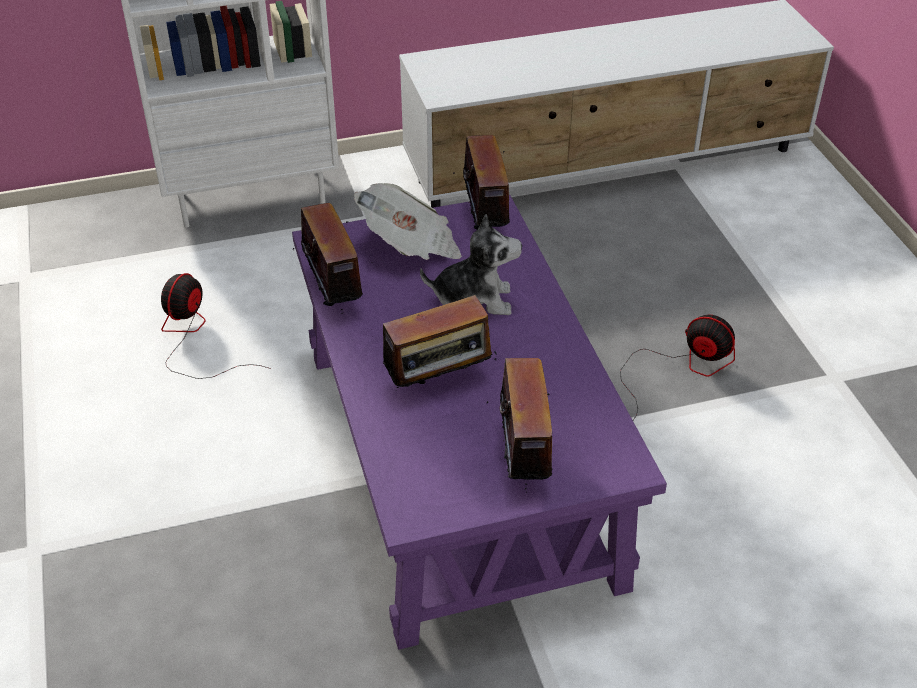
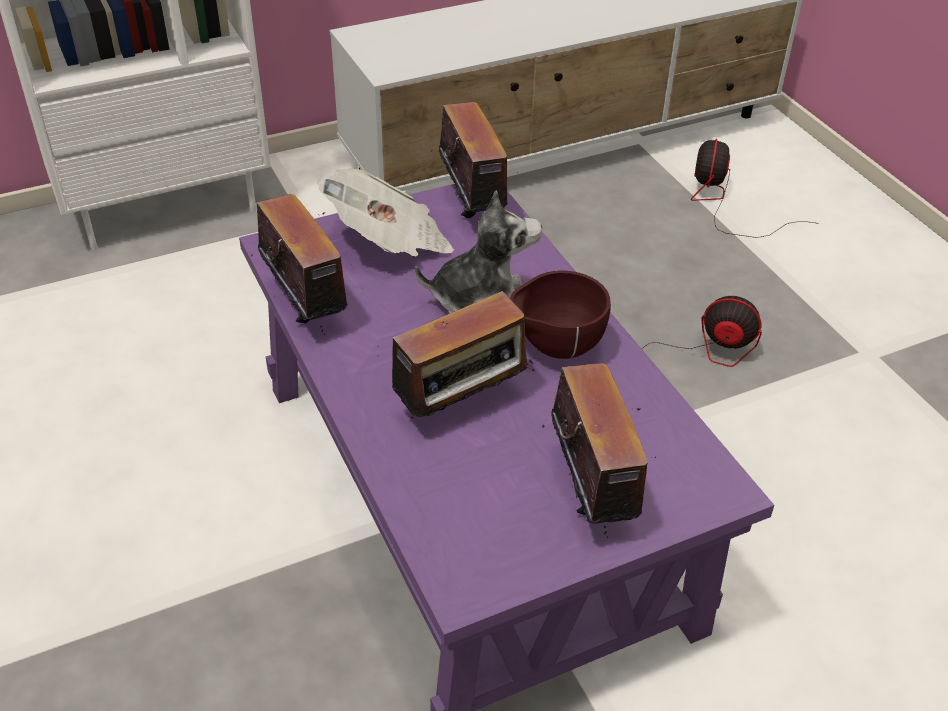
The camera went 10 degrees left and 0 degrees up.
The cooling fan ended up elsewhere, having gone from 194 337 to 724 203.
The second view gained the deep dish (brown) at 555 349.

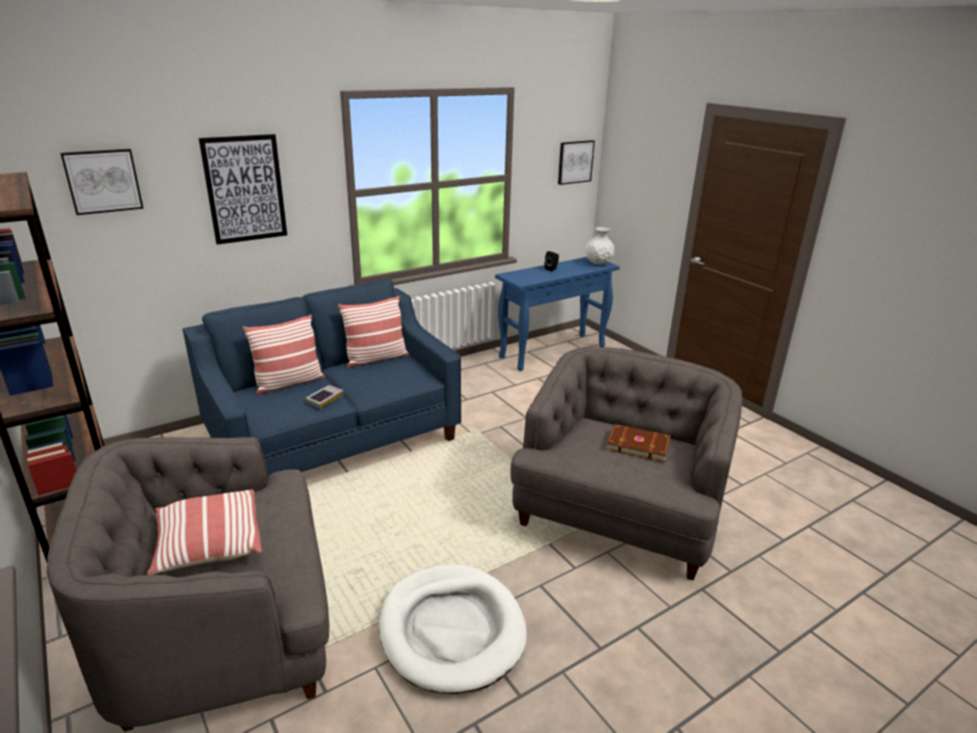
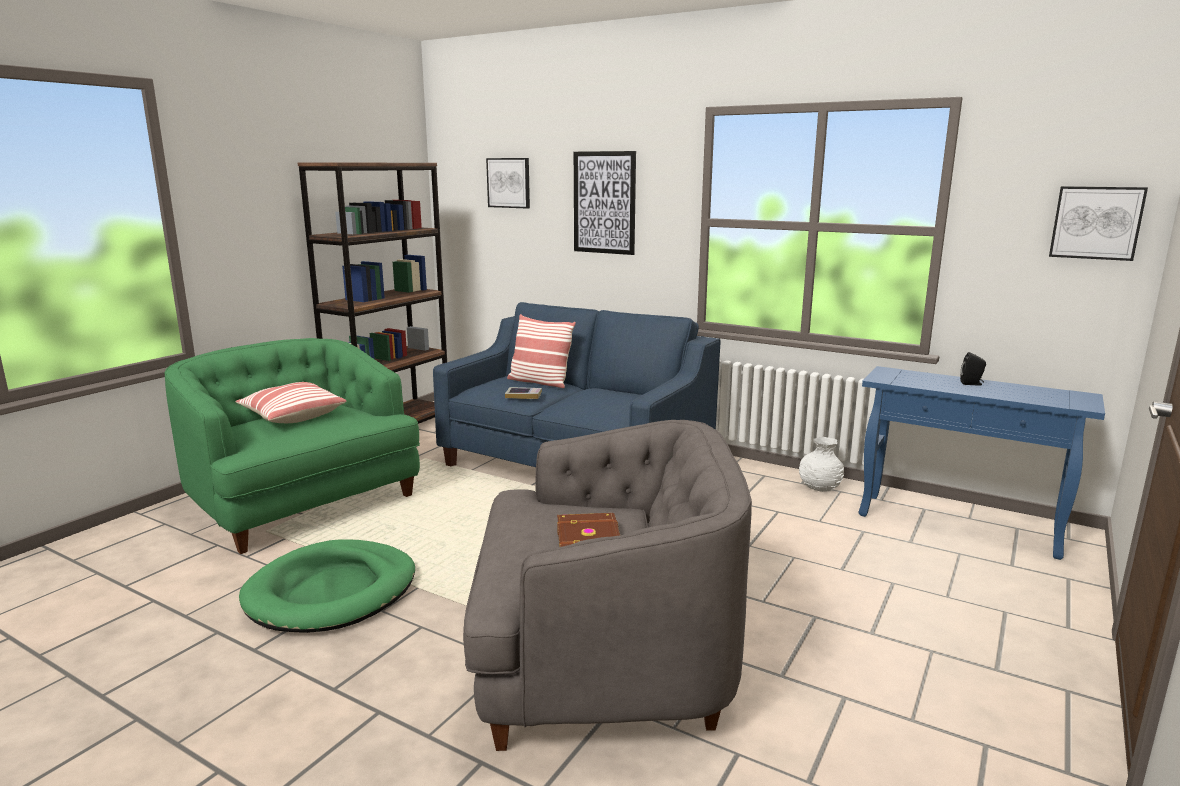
The camera went 65 degrees right and 10 degrees down.
What was the armchair (grey) at 224 631 turned into the armchair (green) at 302 502.
The second view lost the cushion at 376 358.
What was the dog cushion (white-coloured) at 451 630 turned into the dog cushion (green) at 332 592.
The vase (white-coloured) ended up elsewhere, having gone from 598 263 to 819 488.

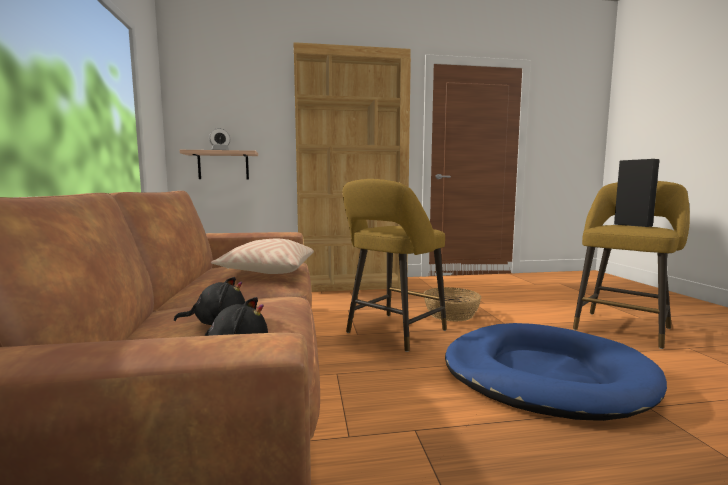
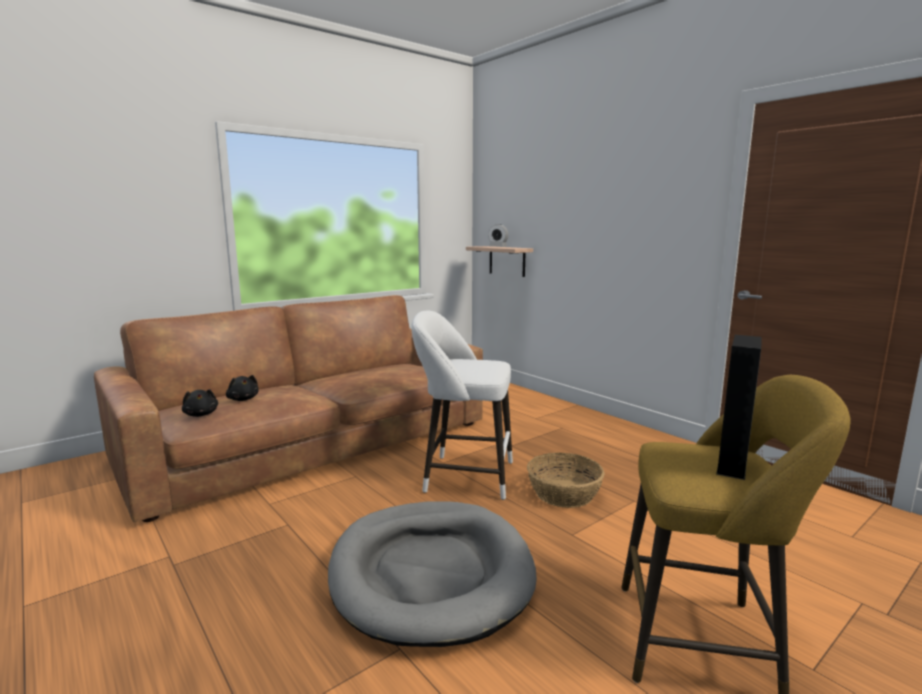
The camera went 60 degrees right and 5 degrees up.
The second view lost the cushion (beige) at 267 272.
The second view lost the shelving unit (brown) at 351 284.
What was the sitting stool (yellow-coloured) at 393 333 turned into the sitting stool (white-coloured) at 463 476.
What was the dog cushion (blue) at 544 375 turned into the dog cushion (grey) at 431 573.

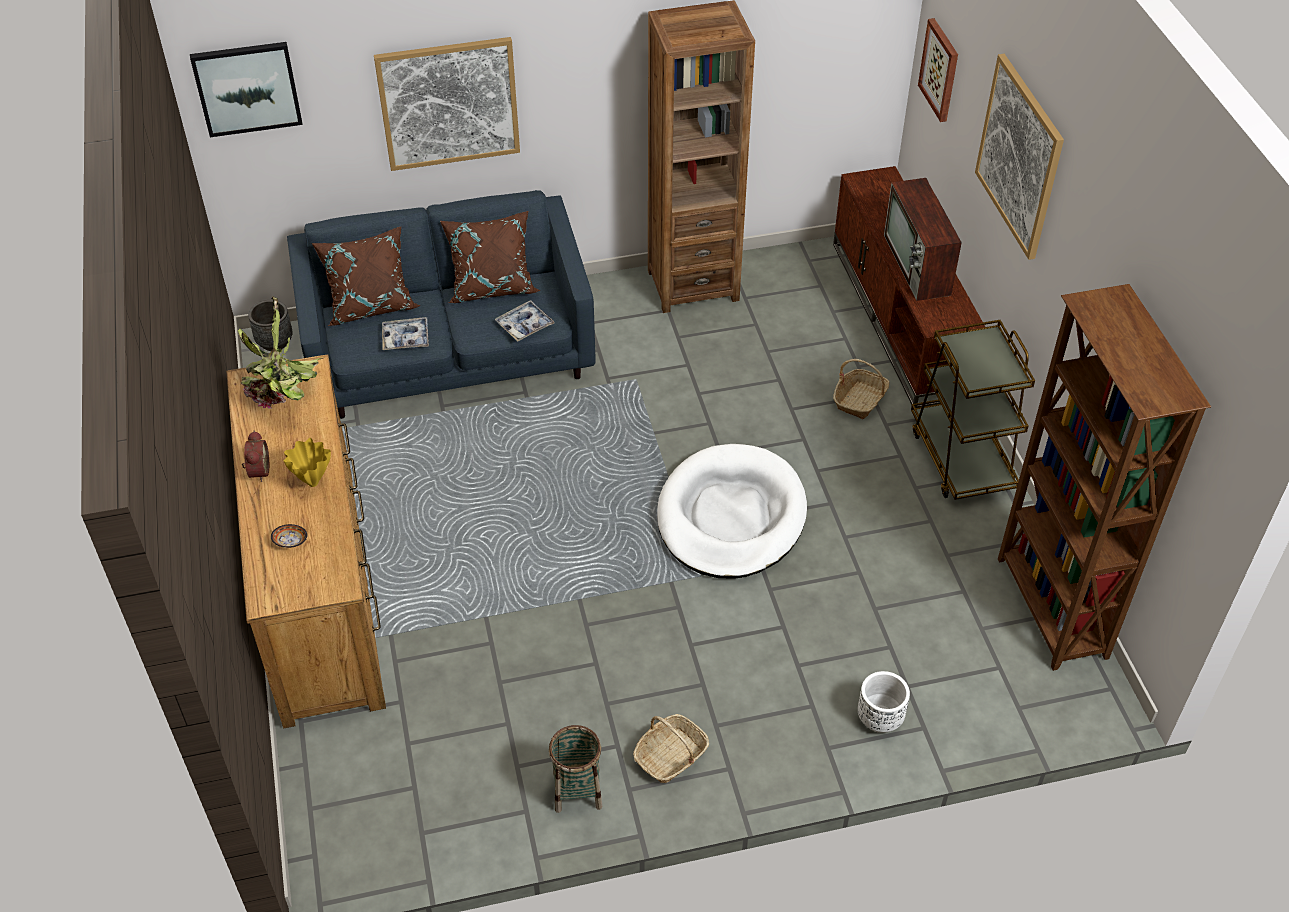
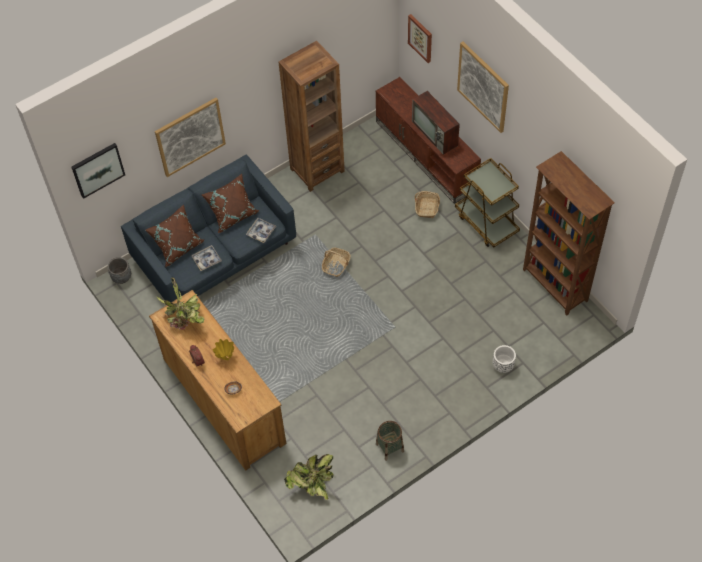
The camera went 20 degrees left and 10 degrees up.
The storage basket ended up elsewhere, having gone from 671 756 to 336 265.
The second view lost the dog cushion (white-coloured) at 731 517.
The second view gained the houseplant at 312 484.

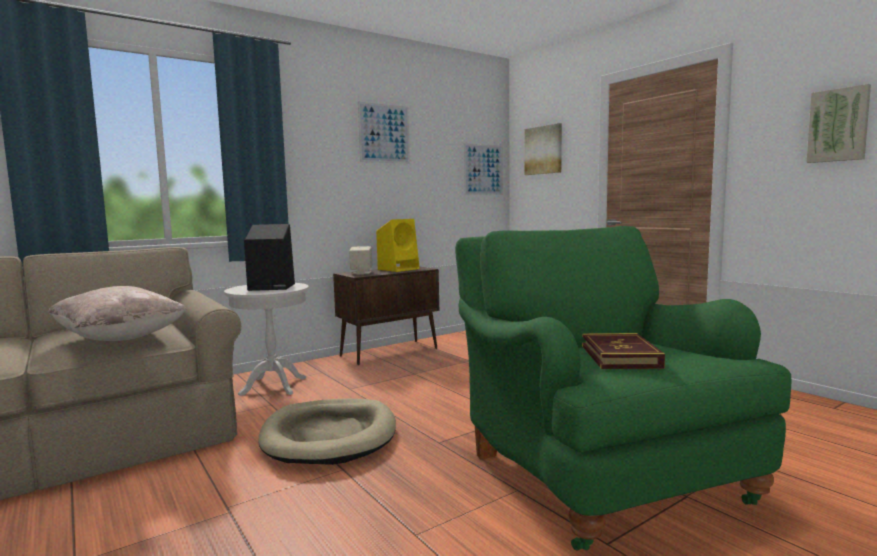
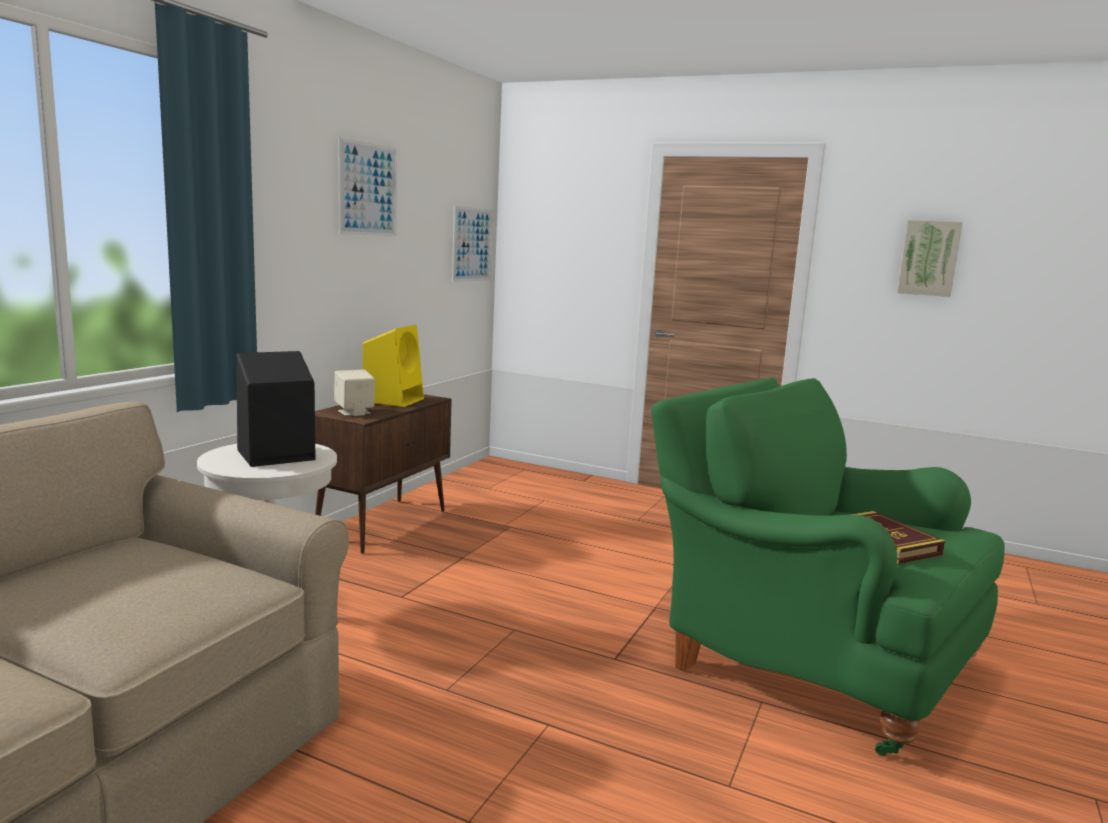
The camera went 30 degrees left and 5 degrees up.
The second view lost the cushion (beige) at 120 338.
The second view lost the dog cushion (beige) at 330 436.
The second view lost the picture at 544 150.

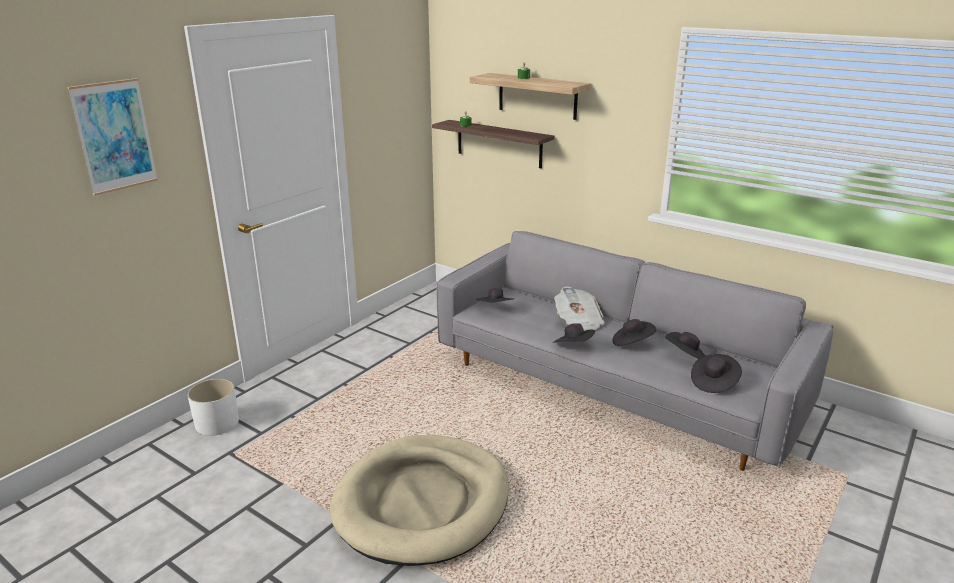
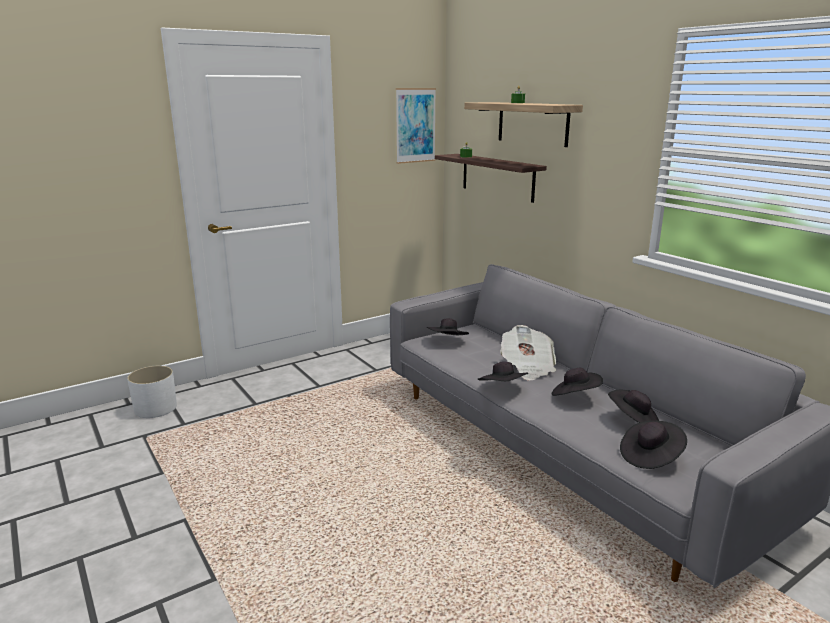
The camera went 20 degrees right and 5 degrees down.
The picture ended up elsewhere, having gone from 115 136 to 415 125.
The second view lost the dog cushion (beige) at 422 503.

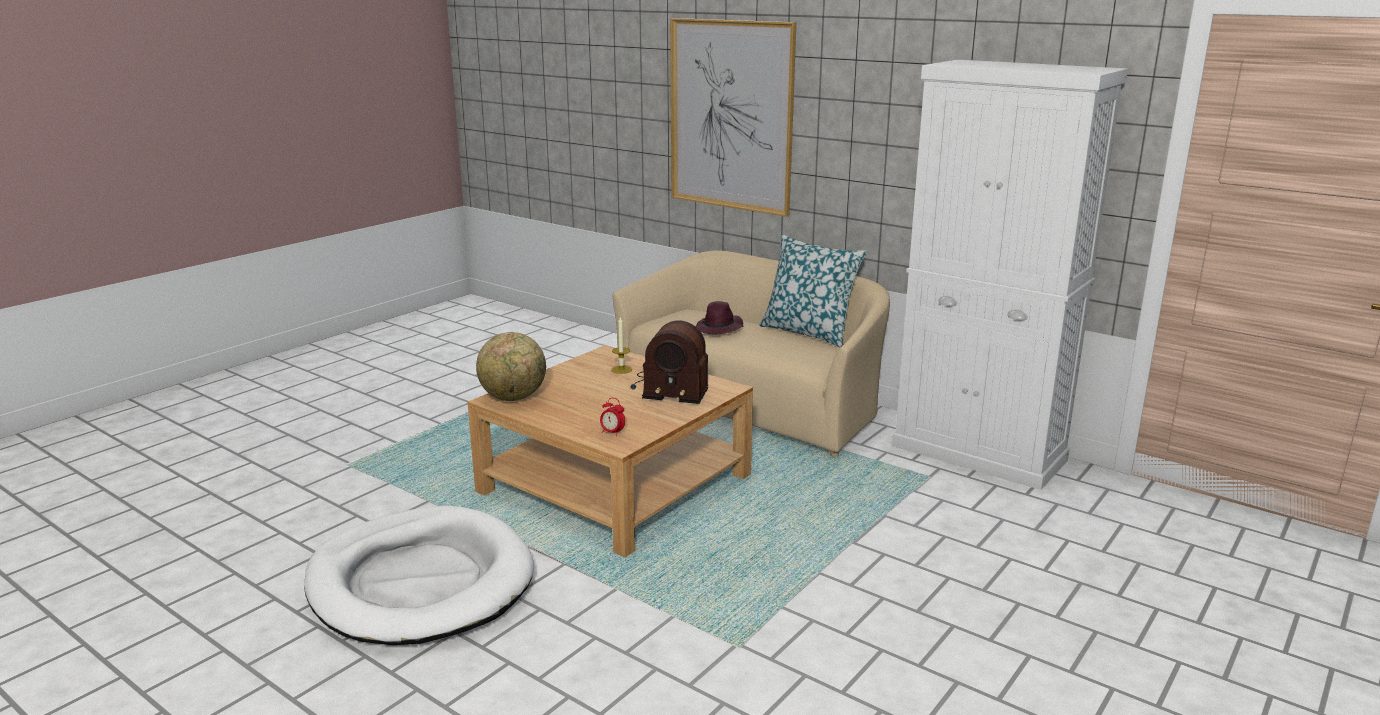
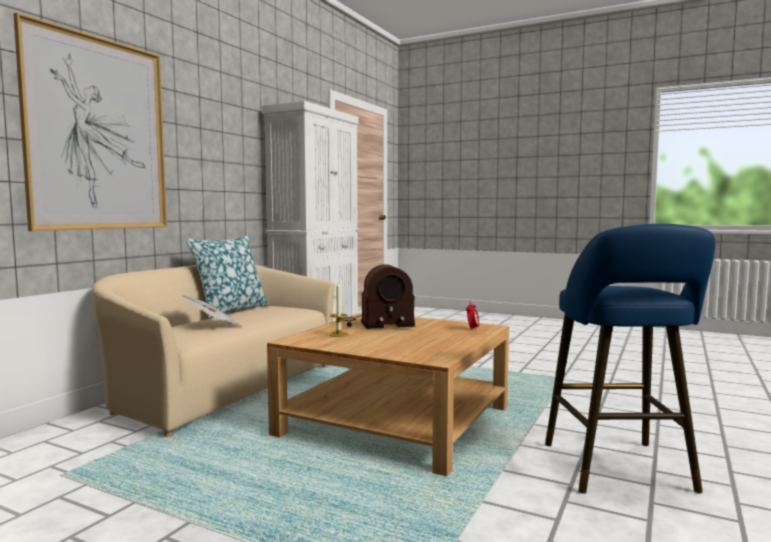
The camera went 100 degrees left and 15 degrees down.
Where the dog cushion (white-coloured) stood at 420 582, the sitting stool (blue) came to stand at 620 470.
The second view lost the desk globe at 514 398.
The radio set at 669 388 ended up facing another way, 75 degrees clockwise from before.
Where the wearable hat (purple-coloured) stood at 719 329, the printed paper came to stand at 212 325.

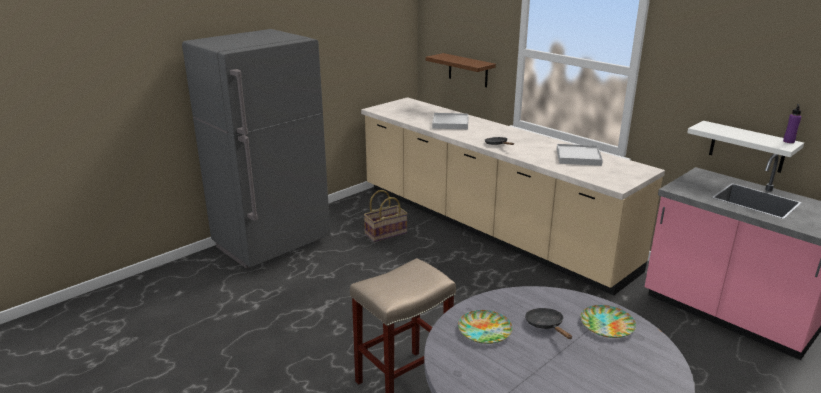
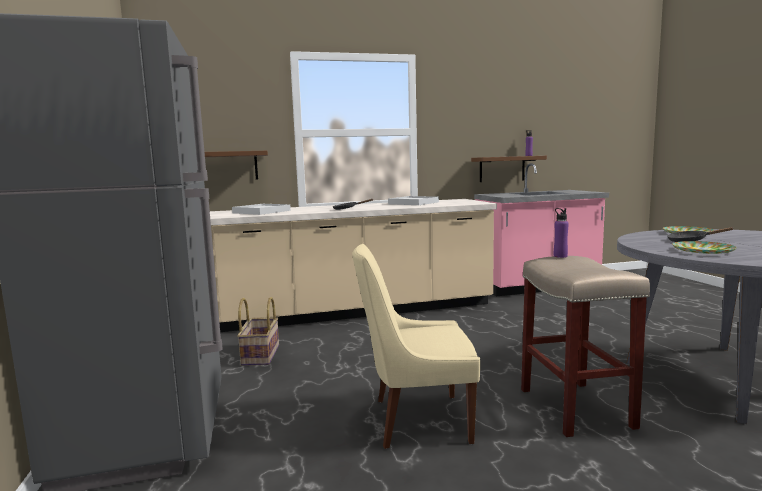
The camera went 60 degrees left and 15 degrees down.
What was the bracket shelf (white-coloured) at 747 147 turned into the bracket shelf (brown) at 502 169.
The second view gained the plain chair (beige) at 416 420.
The second view gained the beverage bottle (purple-coloured) at 560 256.

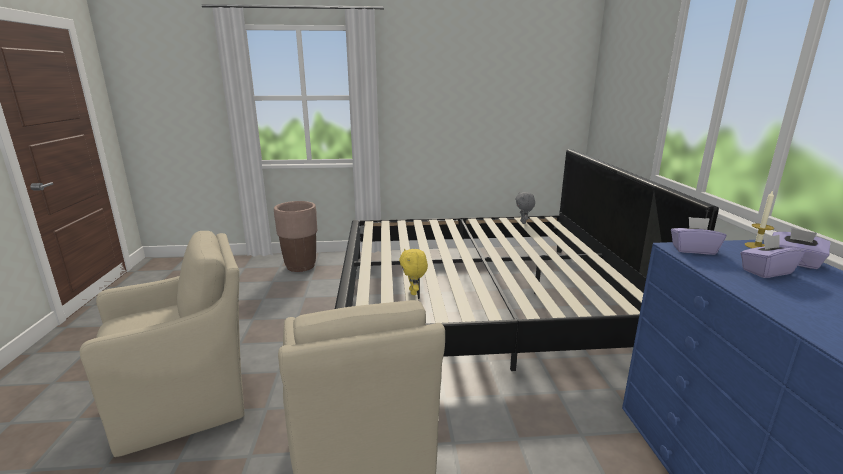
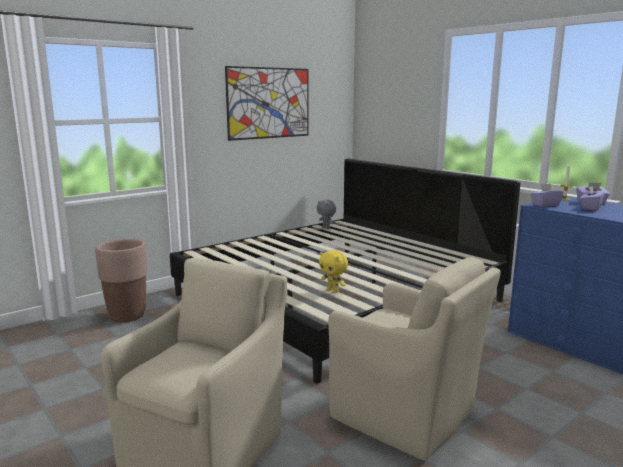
The camera went 35 degrees left and 5 degrees down.
The second view gained the picture at 269 103.

